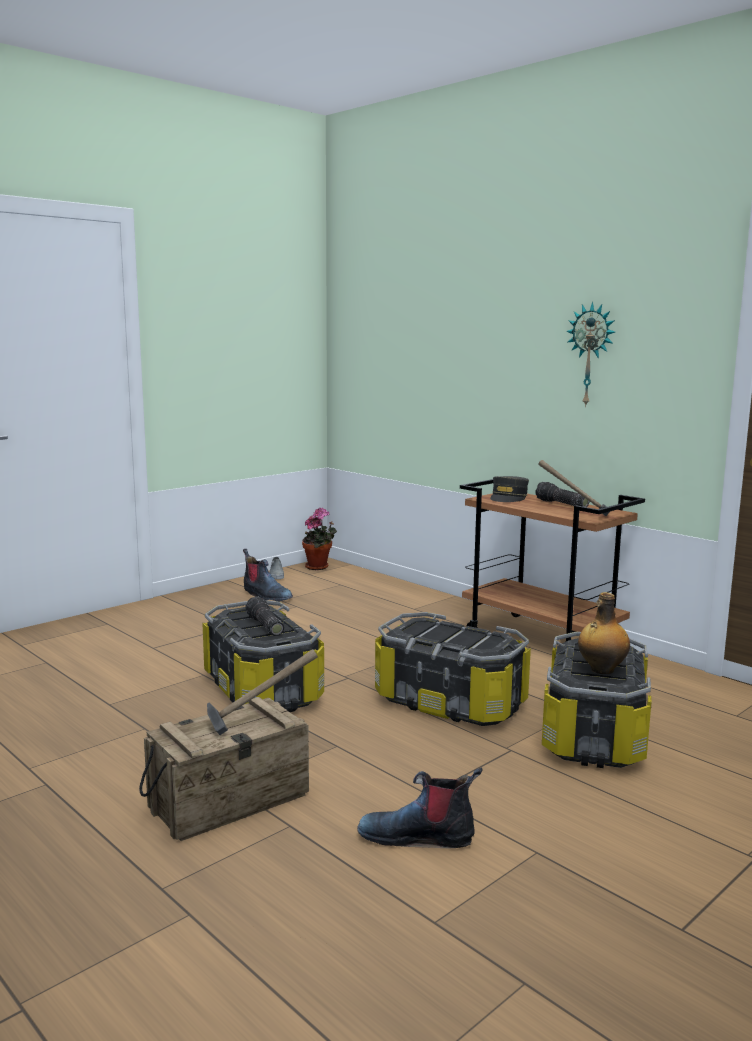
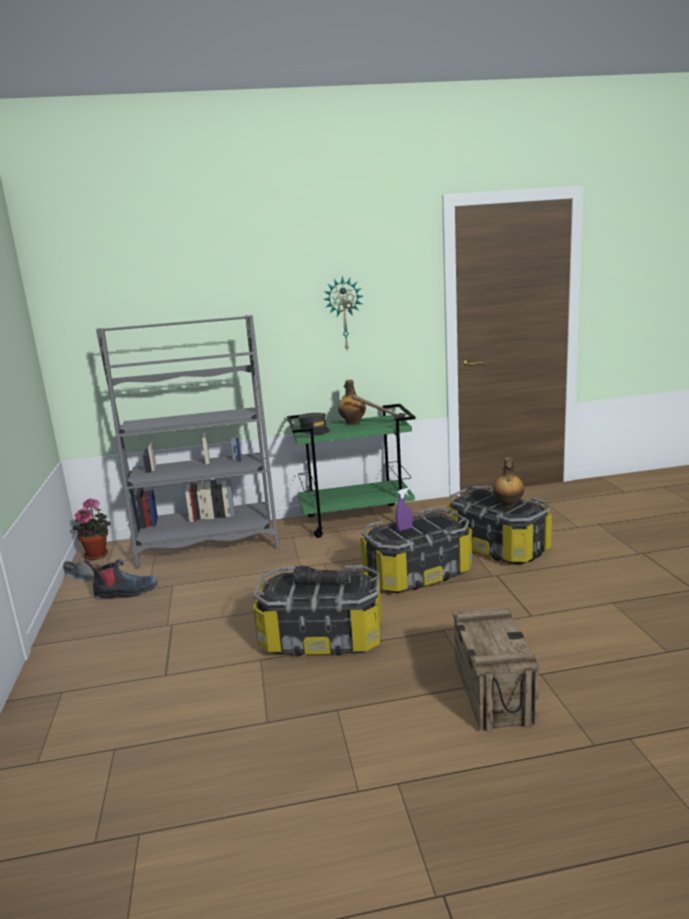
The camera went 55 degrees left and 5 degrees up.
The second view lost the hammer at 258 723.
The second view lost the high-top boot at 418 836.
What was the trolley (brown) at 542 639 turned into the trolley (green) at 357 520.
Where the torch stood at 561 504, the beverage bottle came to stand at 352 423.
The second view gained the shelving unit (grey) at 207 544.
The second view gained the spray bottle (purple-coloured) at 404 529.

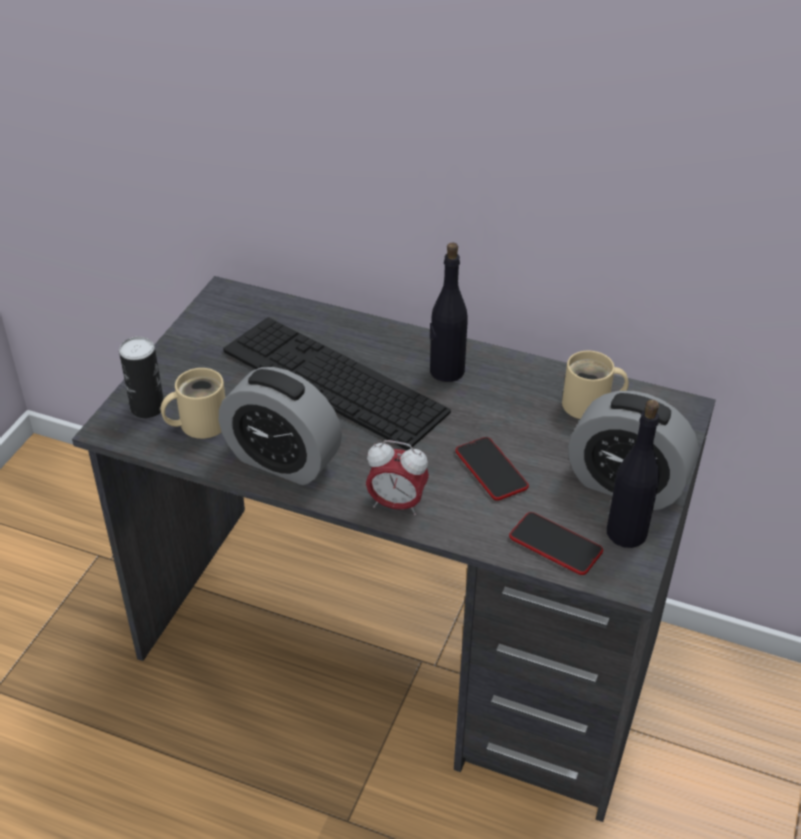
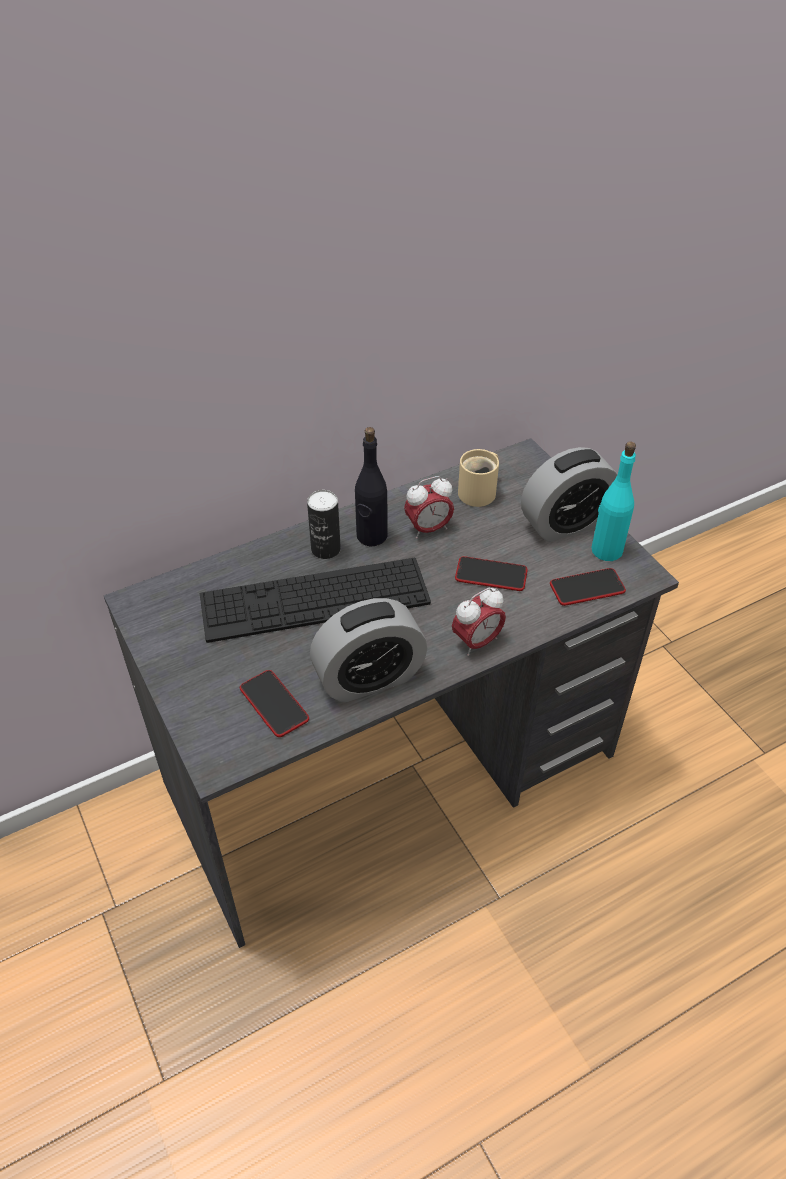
The camera went 50 degrees left and 5 degrees up.
The can ended up elsewhere, having gone from 147 407 to 325 549.
Where the tea mug (beige) stood at 199 423, the phone came to stand at 274 704.
What was the beverage bottle (blackish) at 626 532 turned into the beverage bottle (turquoise-coloured) at 606 550.
The second view gained the bedside clock at 428 529.

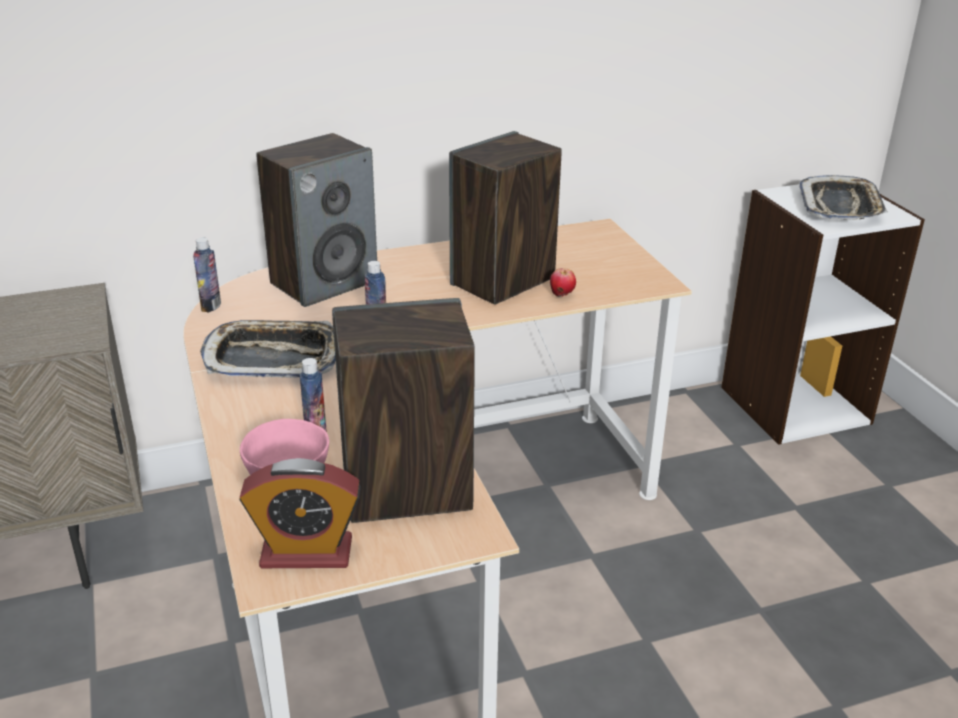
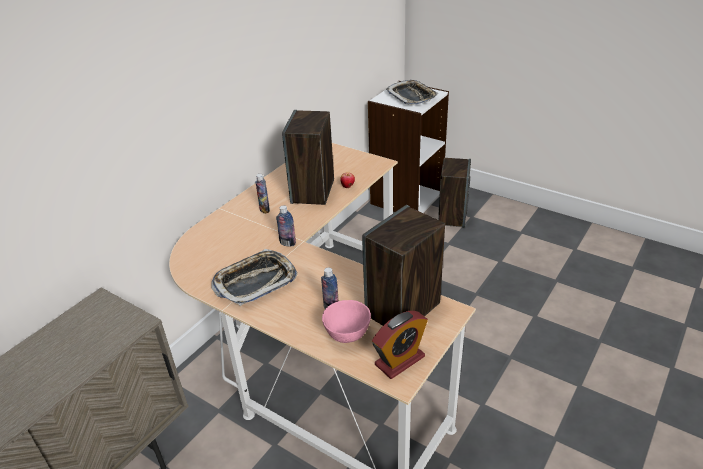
The camera went 35 degrees left and 5 degrees up.
The beverage bottle ended up elsewhere, having gone from 211 306 to 264 209.
The audio speaker ended up elsewhere, having gone from 324 282 to 452 216.

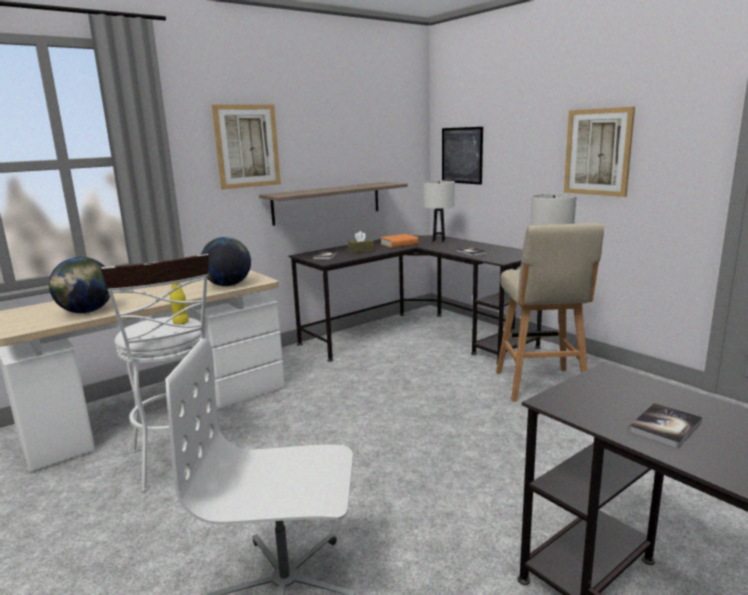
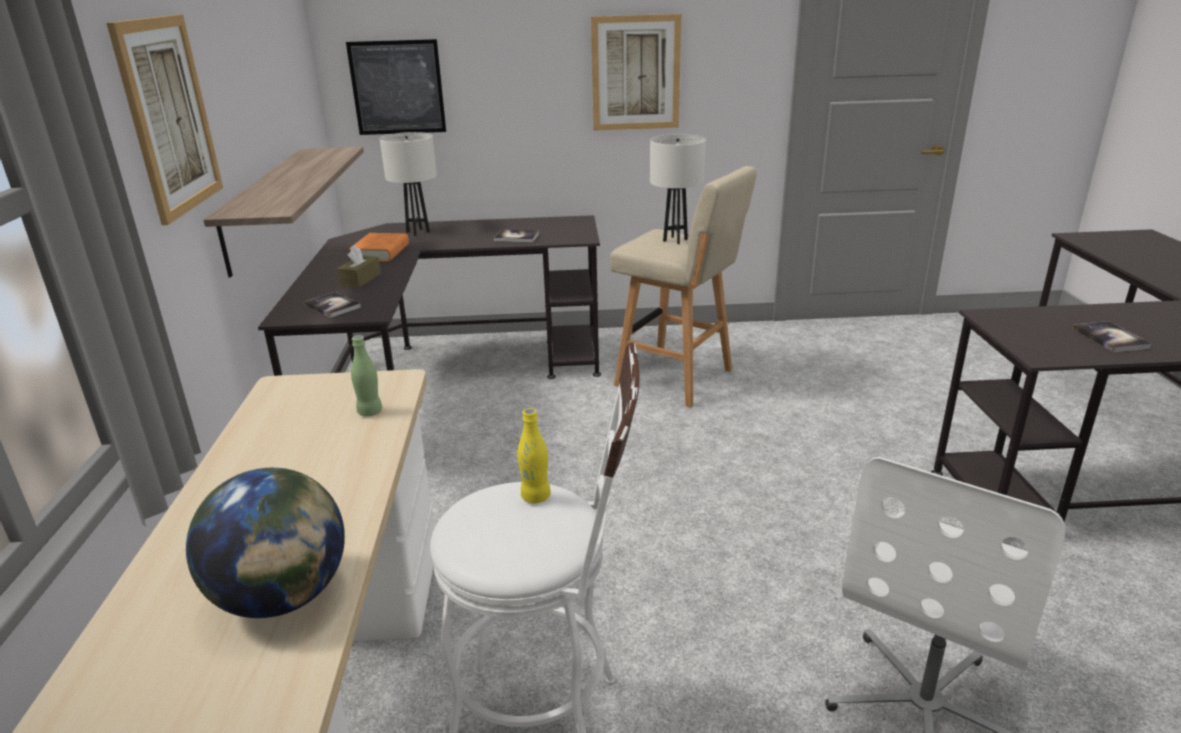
The camera went 55 degrees left and 10 degrees up.
Where the desk globe stood at 228 285, the beverage bottle (green) came to stand at 370 412.

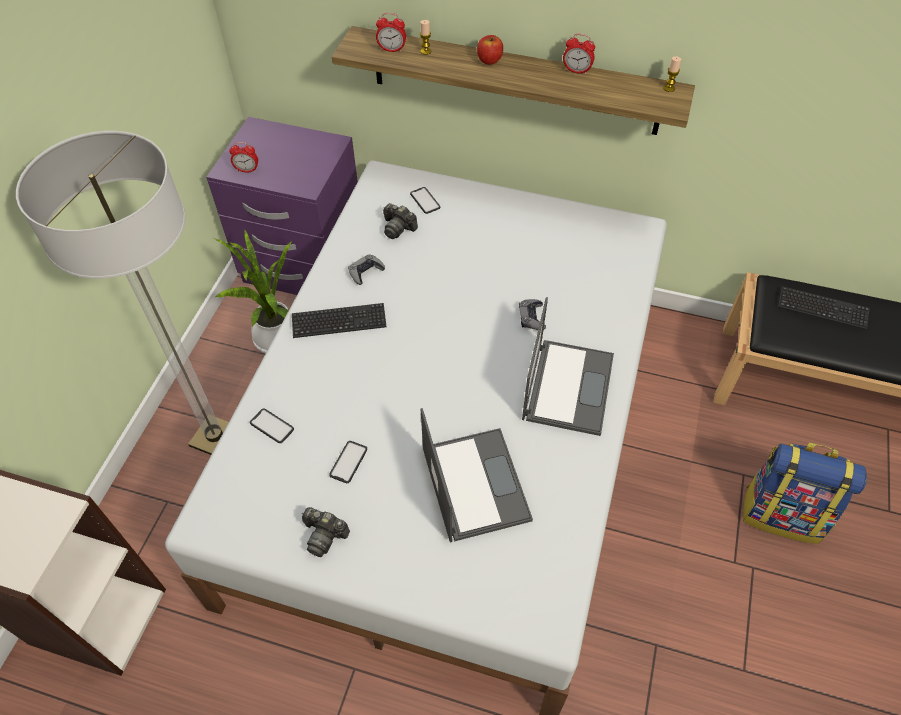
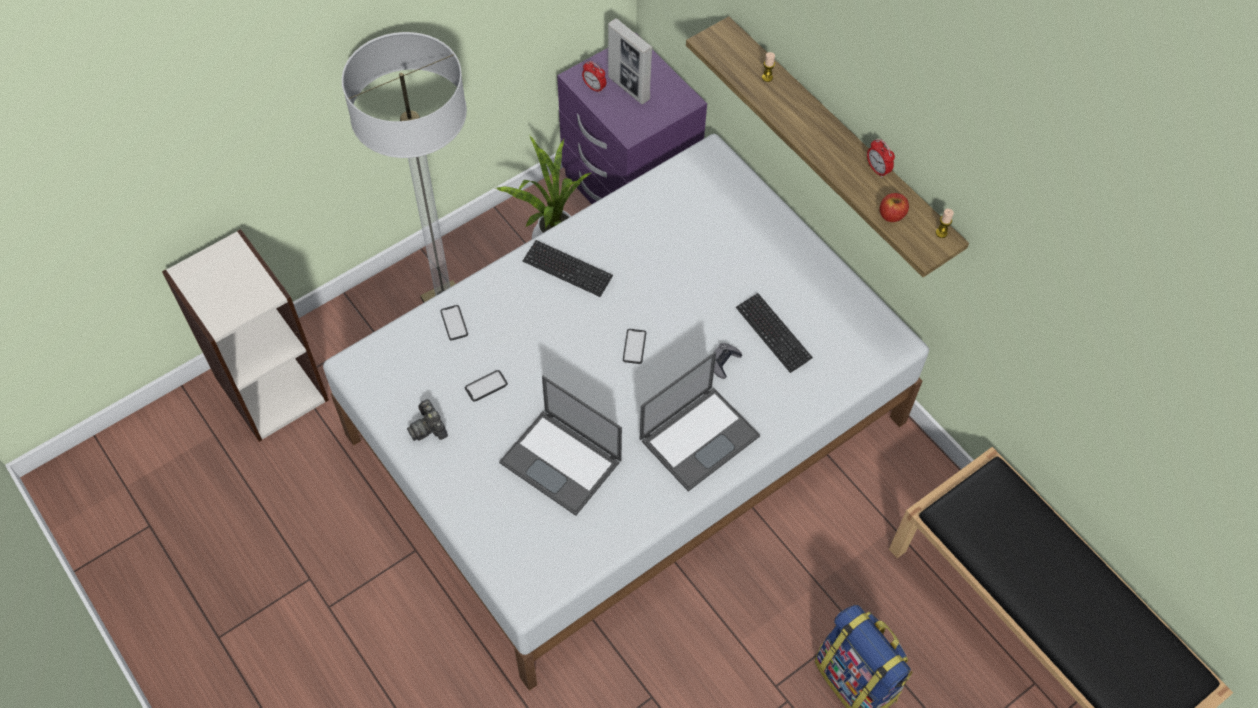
The camera went 35 degrees right and 5 degrees up.
The second view lost the gamepad (grey) at 366 272.
The second view lost the bedside clock at 392 50.
The second view lost the still camera at 398 228.
The phone ended up elsewhere, having gone from 425 201 to 634 346.
The portable computer at 474 483 ended up facing another way, 105 degrees clockwise from before.
The whole apple ended up elsewhere, having gone from 489 60 to 891 215.
The PC keyboard ended up elsewhere, having gone from 822 309 to 773 333.
The second view gained the standing frame at 629 88.

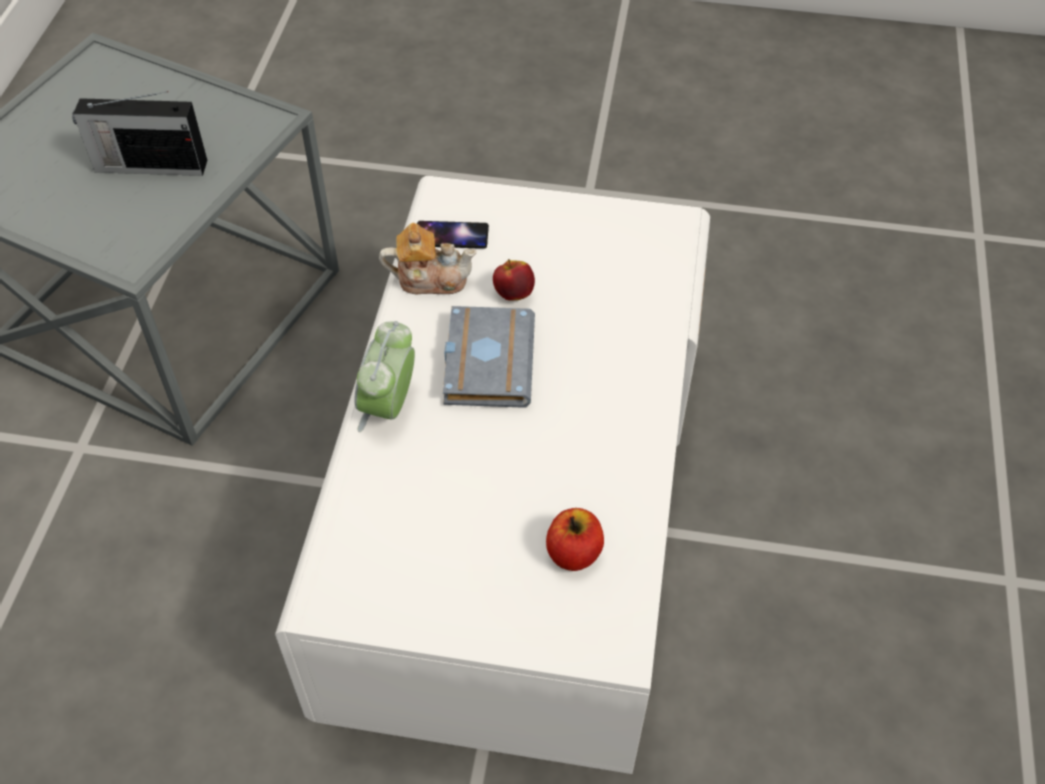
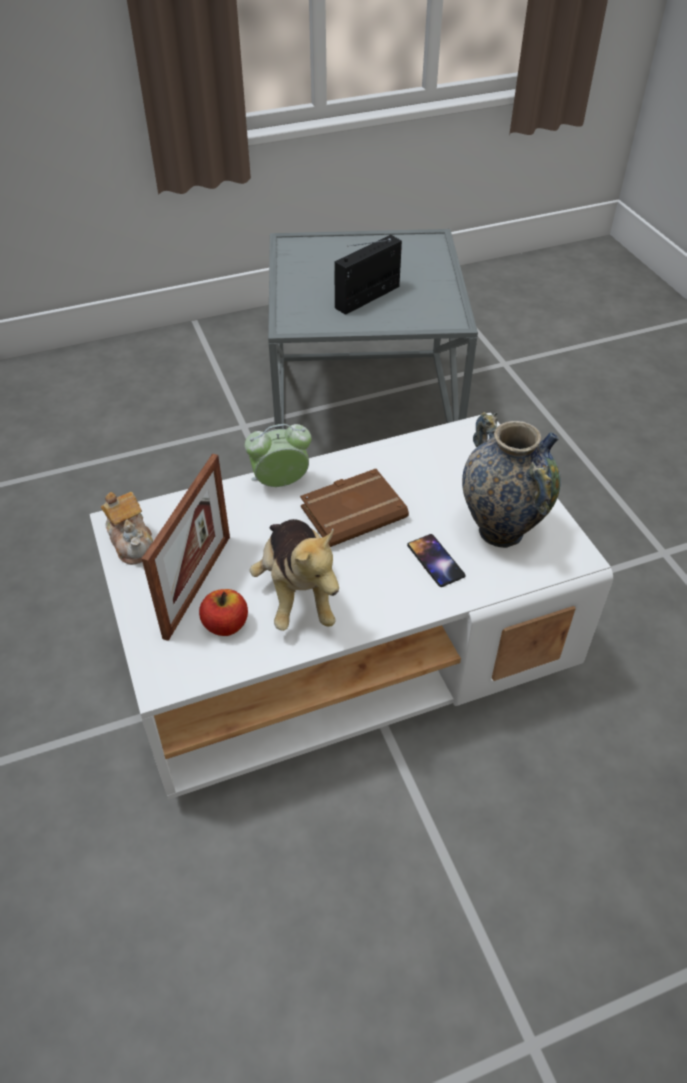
The camera went 60 degrees right and 5 degrees down.
The radio set at 149 165 ended up facing another way, 75 degrees clockwise from before.
The tea pot ended up elsewhere, having gone from 430 278 to 132 542.
The phone ended up elsewhere, having gone from 451 235 to 435 561.
What was the volume (grey) at 485 361 turned into the volume (brown) at 354 511.
The second view lost the whole apple at 513 294.
The second view gained the standing frame at 197 585.
The second view gained the cuddly toy at 297 592.
The second view gained the vase at 500 530.

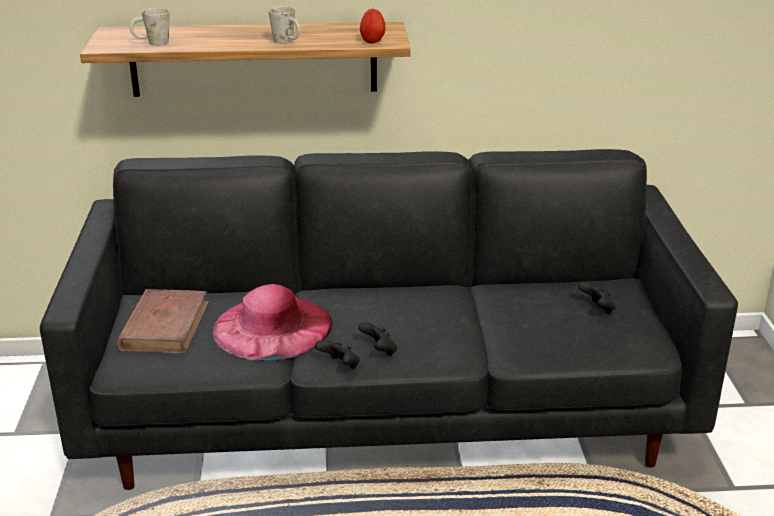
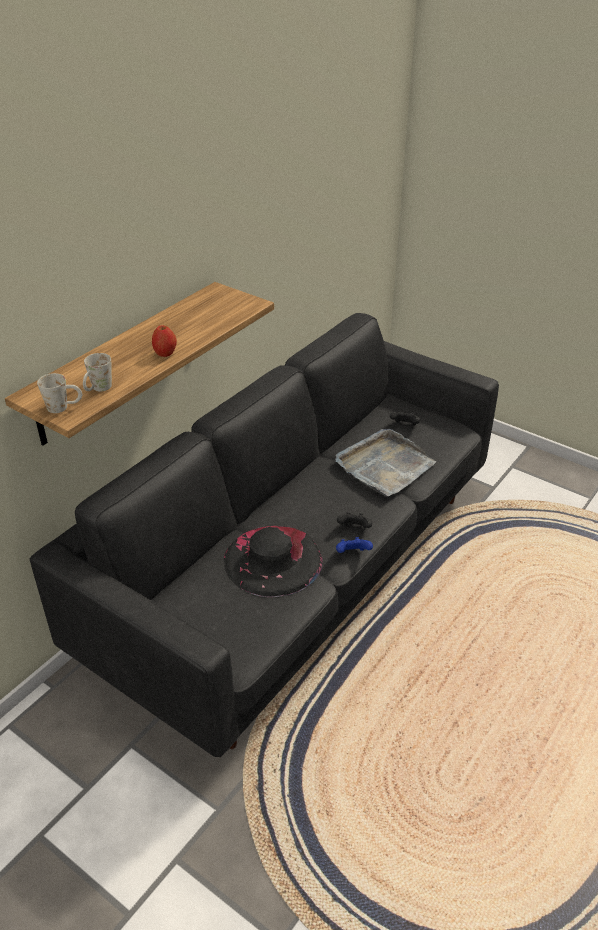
The camera went 50 degrees left and 10 degrees up.
The second view lost the volume (brown) at 165 326.
What was the wearable hat (pink-coloured) at 272 327 turned into the wearable hat (blackish) at 273 560.
The tea mug (white-coloured) ended up elsewhere, having gone from 287 42 to 64 407.
What was the gamepad (blackish) at 340 366 turned into the gamepad (blue) at 352 554.
The whole apple ended up elsewhere, having gone from 372 41 to 165 353.
The second view gained the tray (grey) at 384 466.

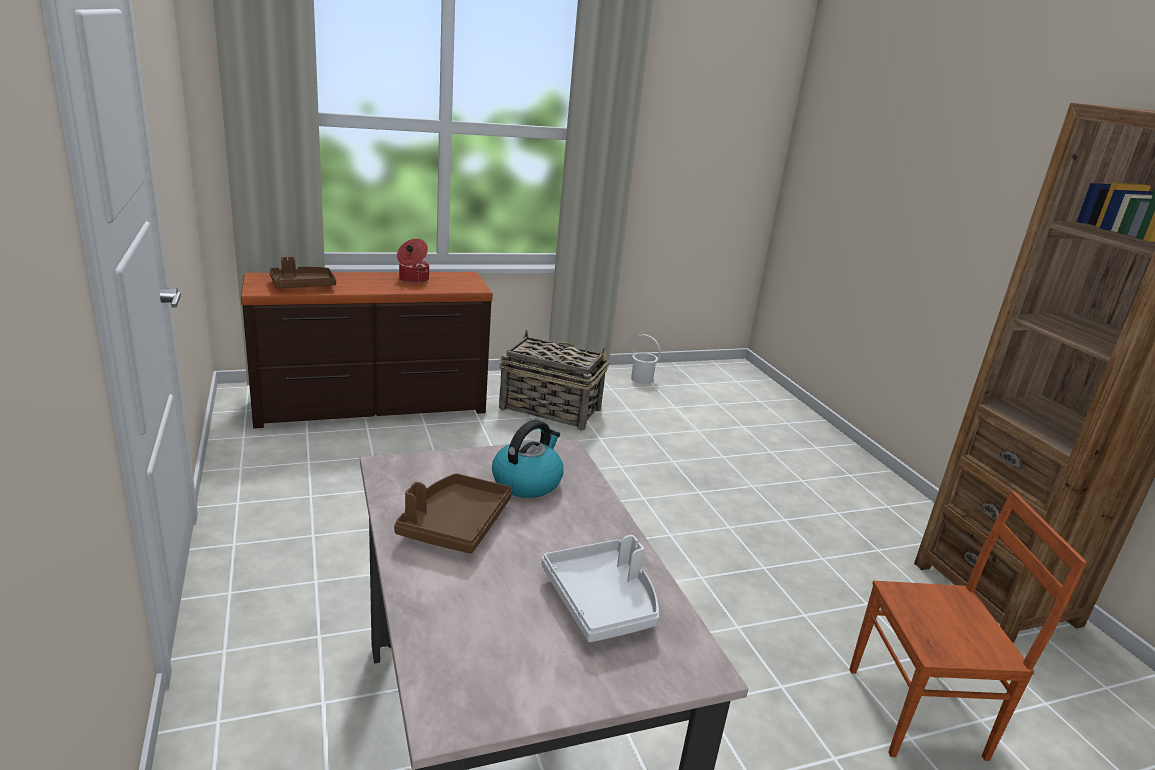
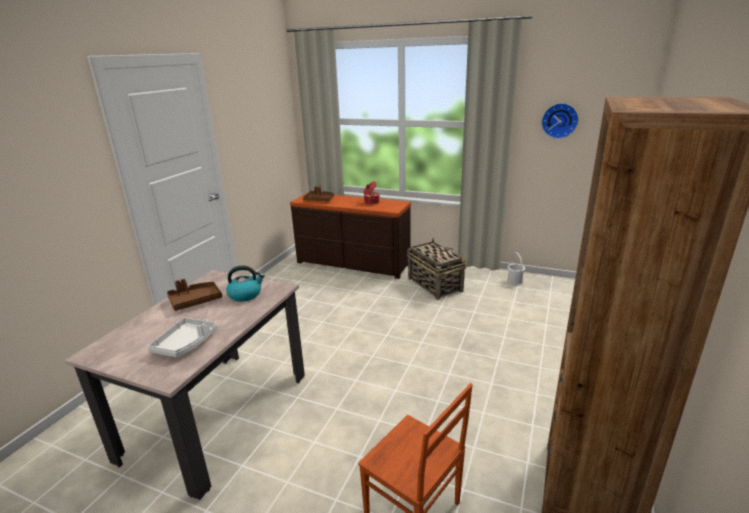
The camera went 45 degrees right and 0 degrees up.
The second view gained the wall clock at 559 120.

